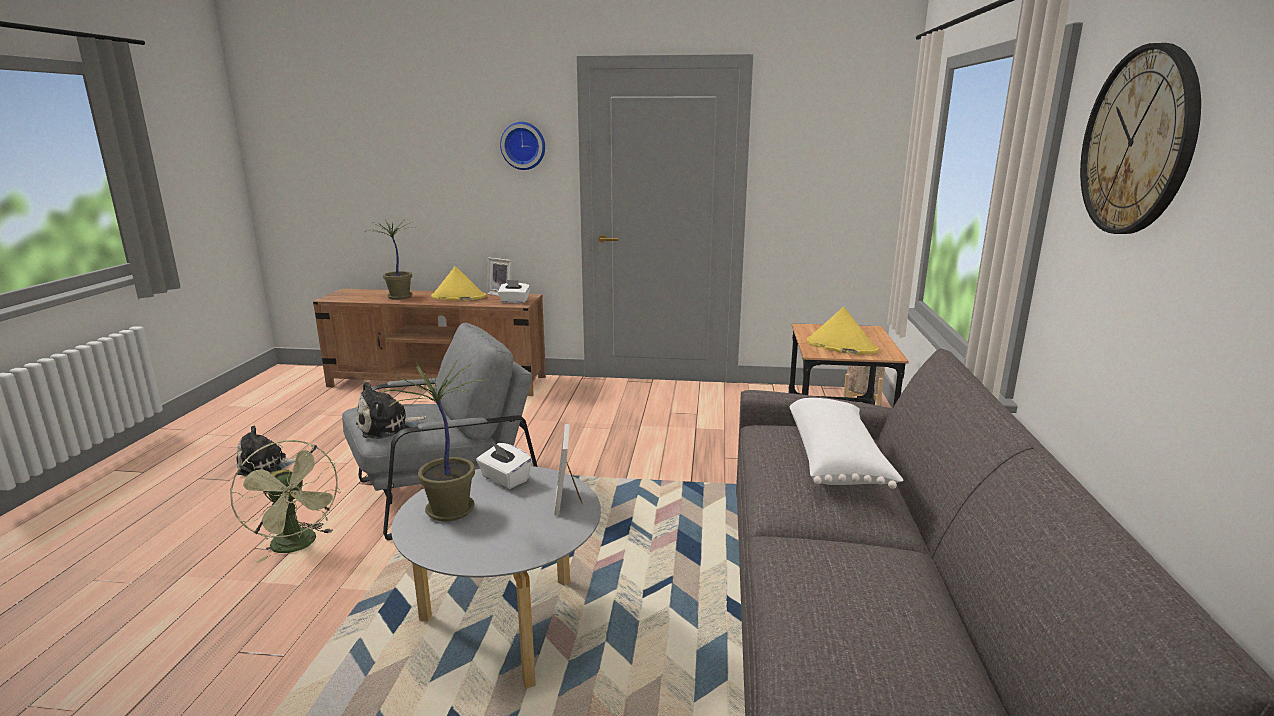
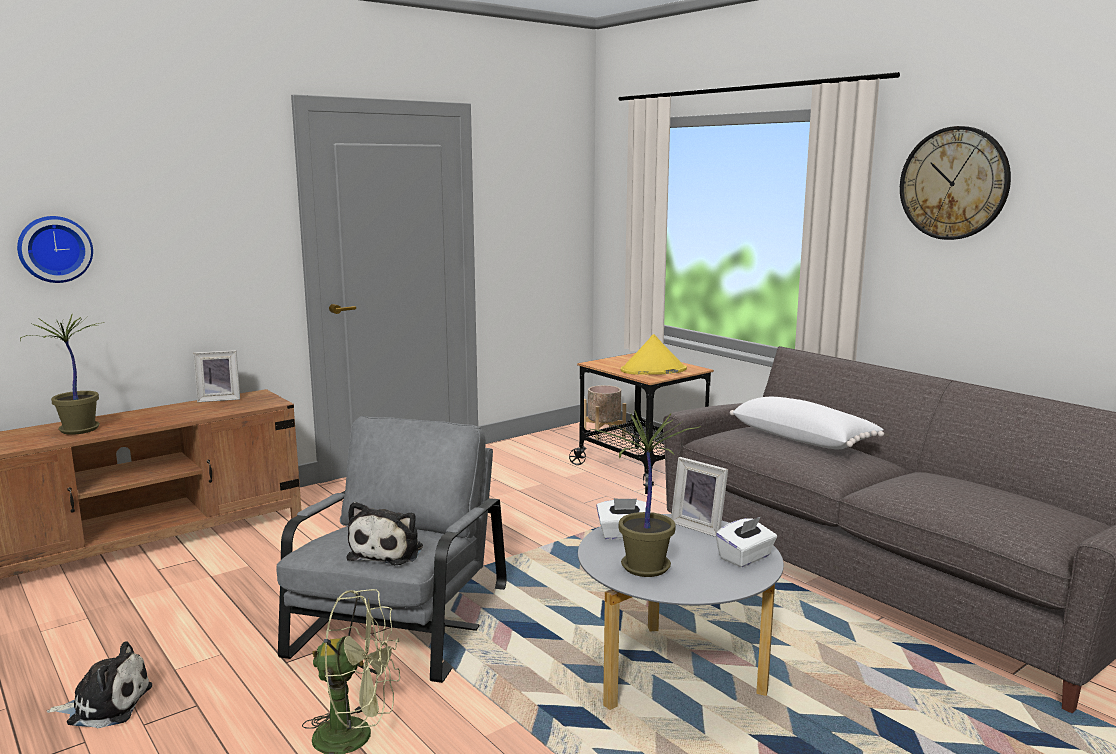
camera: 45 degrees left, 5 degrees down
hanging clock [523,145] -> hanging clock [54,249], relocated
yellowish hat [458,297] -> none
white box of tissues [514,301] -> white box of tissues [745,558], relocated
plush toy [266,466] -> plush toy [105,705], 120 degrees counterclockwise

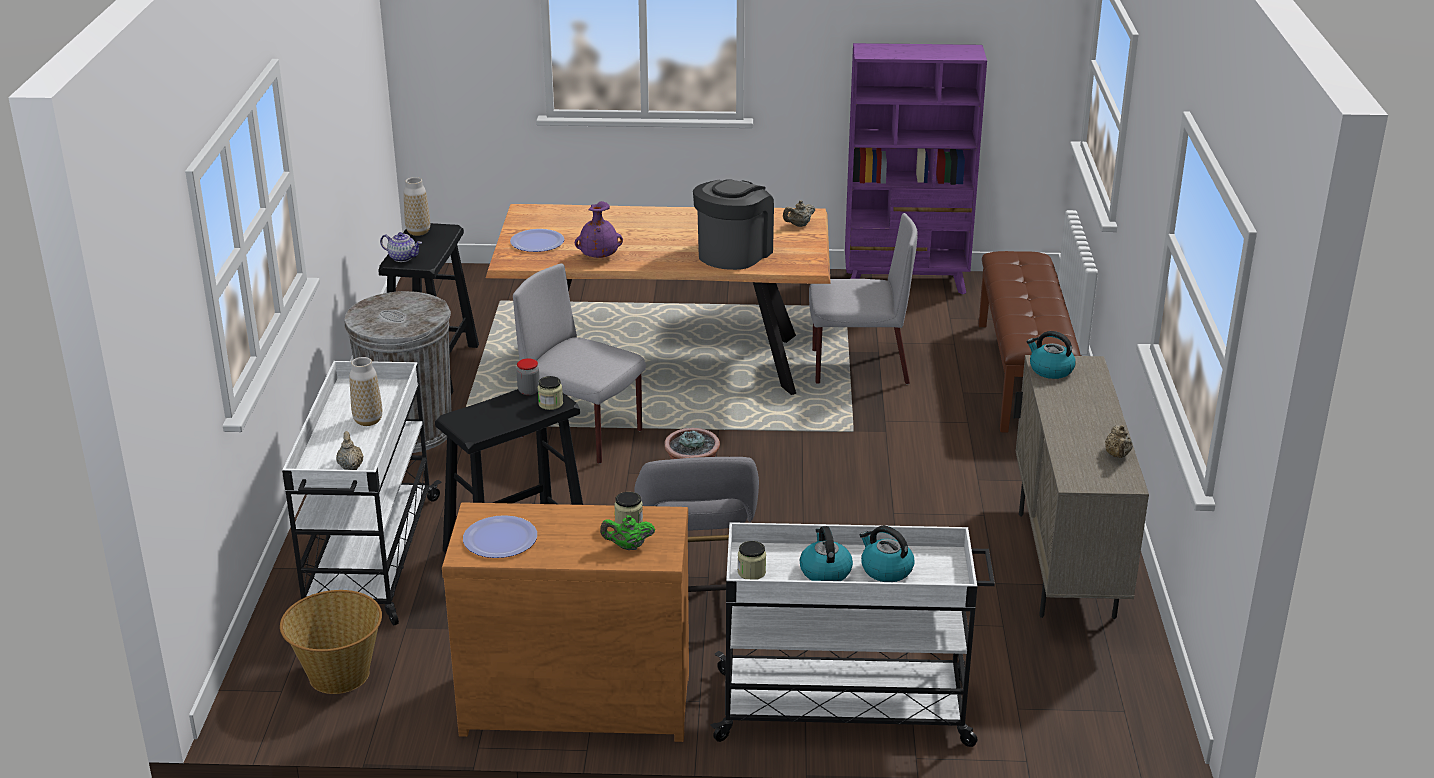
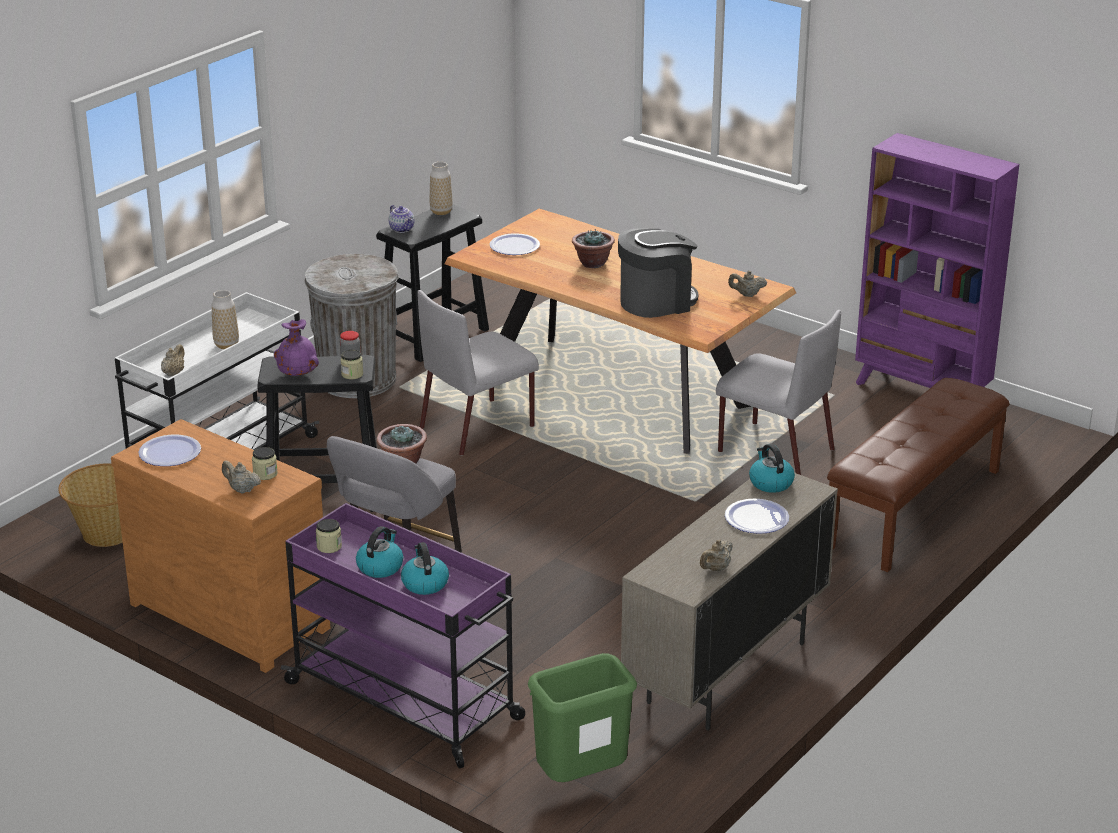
camera: 35 degrees right, 0 degrees up
purple flower vase [599,257] -> purple flower vase [298,374], relocated
grey upright chair [583,434] -> grey upright chair [478,426], 105 degrees counterclockwise
greenish teapot [628,547] -> beige teapot [241,490]
white wheeled cart [846,708] -> purple wheeled cart [406,702]
none -> potted plant [592,263]
none -> dinner plate [756,518]
none -> greenish trash can [581,779]

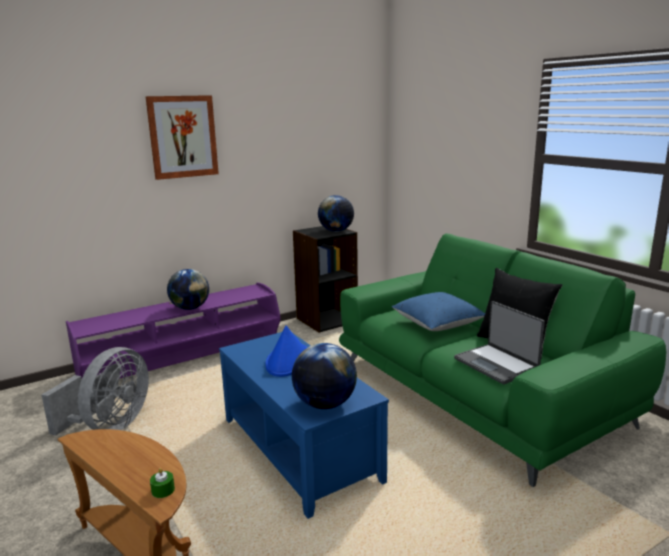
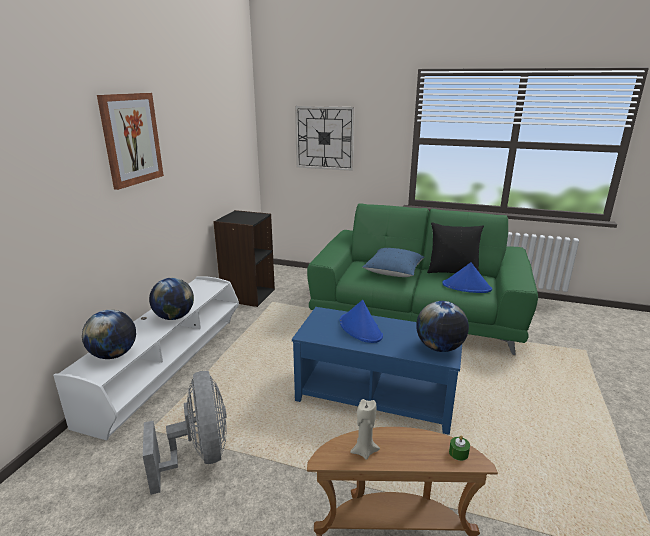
camera: 40 degrees left, 5 degrees up
globe [336,231] -> globe [114,355], relocated
purple tv unit [184,357] -> white tv unit [169,367]
portable computer [497,364] -> blue hat [467,287]
none -> hanging clock [324,138]
none -> beige wax light [364,451]

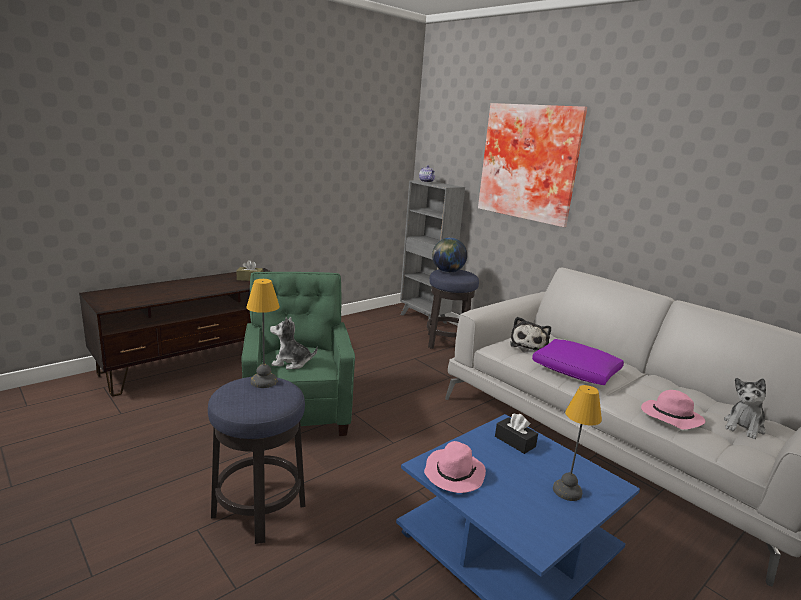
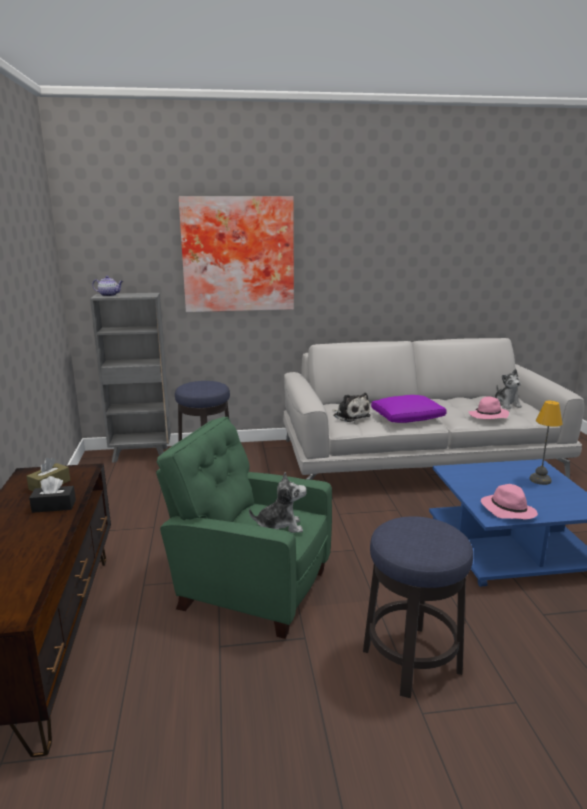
camera: 55 degrees left, 0 degrees up
globe [447,271] -> none
lamp for a table [263,381] -> none
plush toy [291,363] -> plush toy [280,527], 135 degrees counterclockwise
blackish box of tissues [515,441] -> blackish box of tissues [54,506], relocated

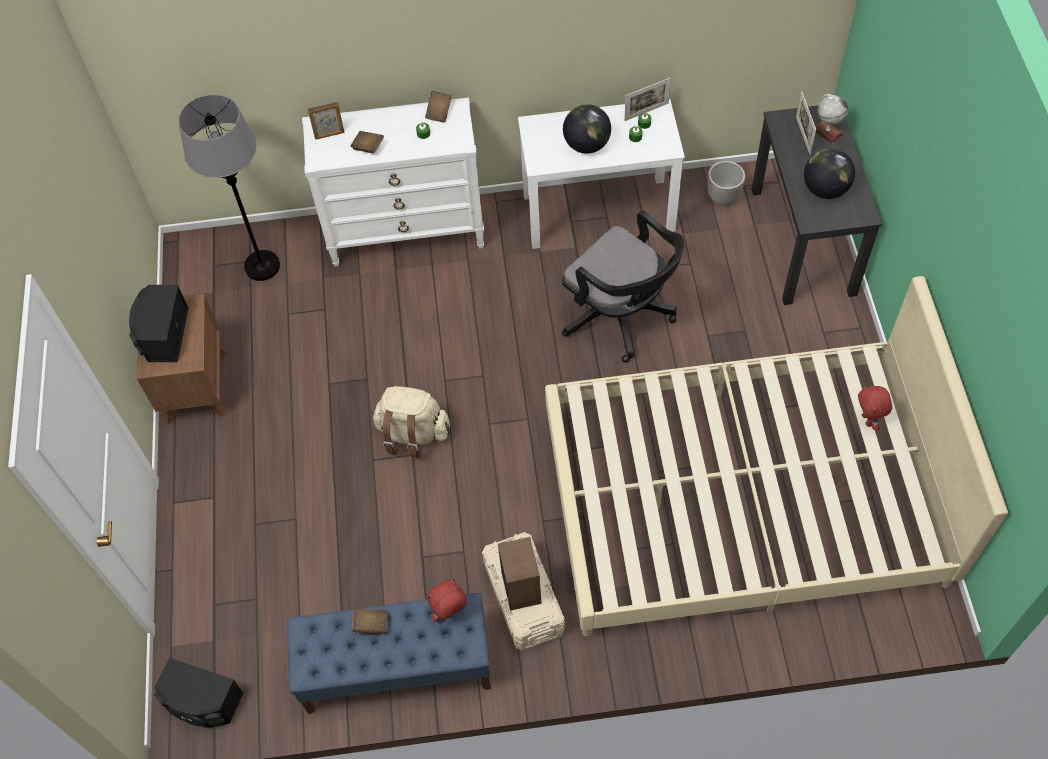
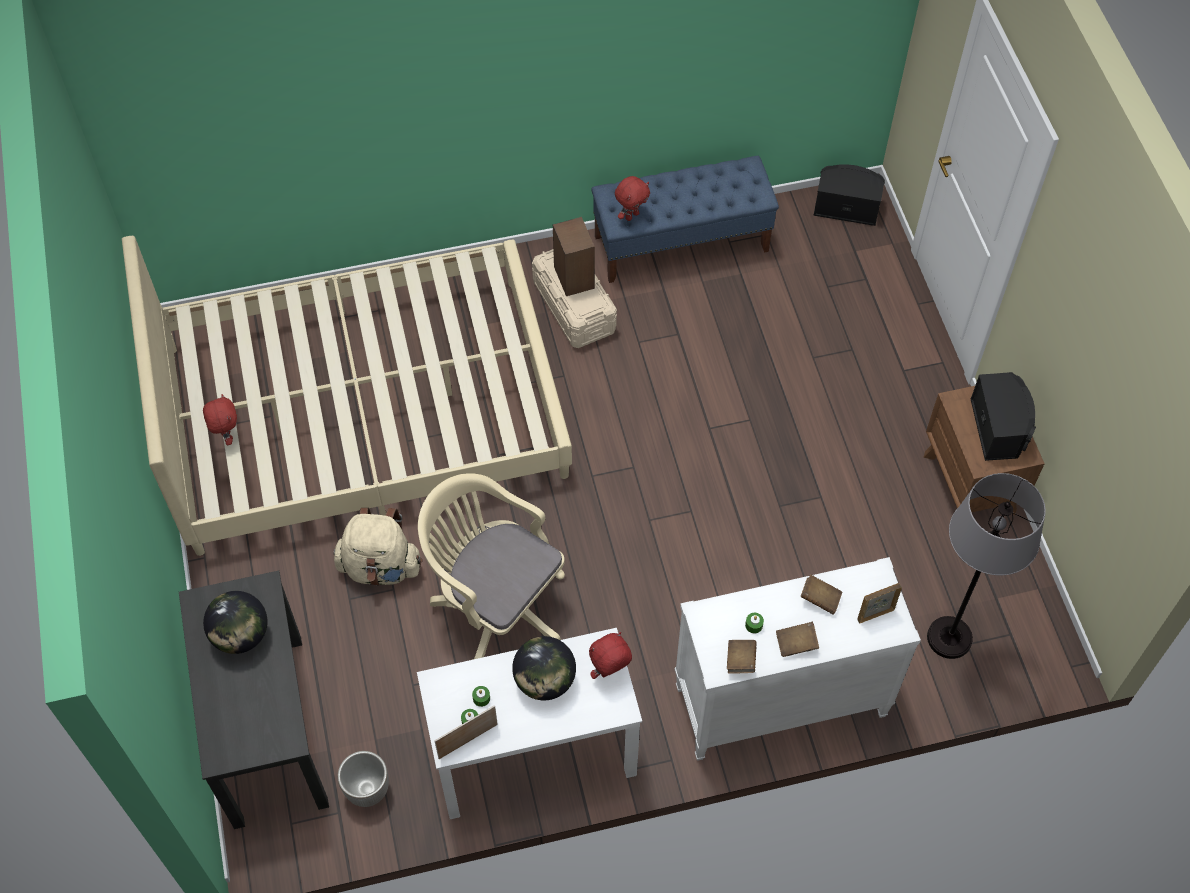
camera: 170 degrees right, 0 degrees up
photo frame [803,135] -> none
globe [827,131] -> none
blackish desk chair [621,317] -> beige desk chair [495,604]
beige rucksack [412,433] -> beige rucksack [380,567], relocated
brownish bound book [371,624] -> brownish bound book [796,644], relocated
none -> reddish plush toy [609,672]

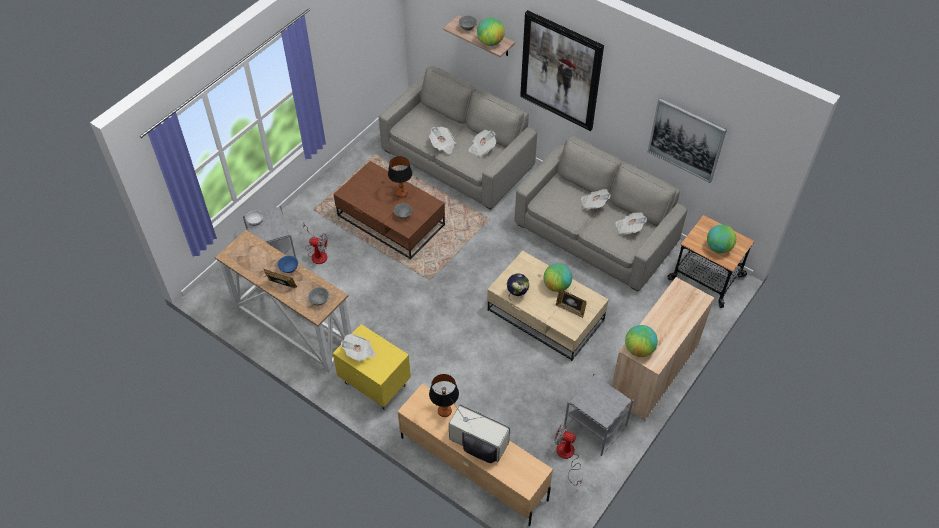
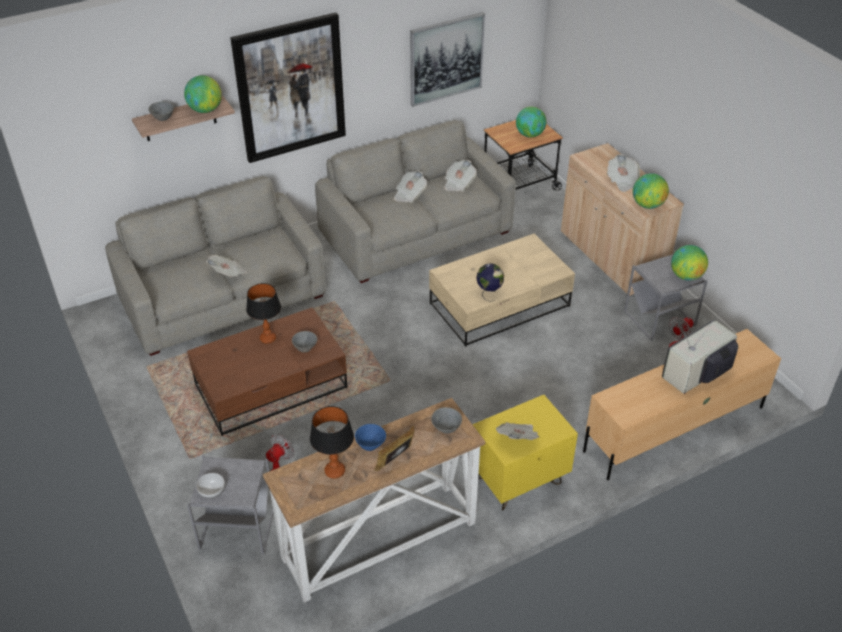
camera: 65 degrees left, 10 degrees down
daily paper [482,148] -> daily paper [622,181], relocated
globe [556,286] -> globe [686,276], relocated
photo frame [570,309] -> none
lamp for a table [444,411] -> lamp for a table [334,471], relocated

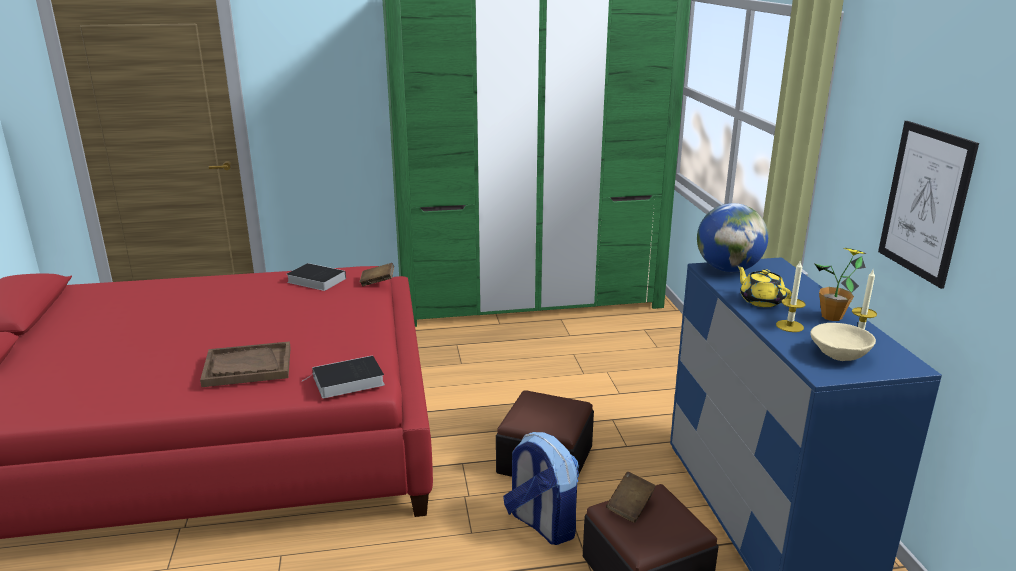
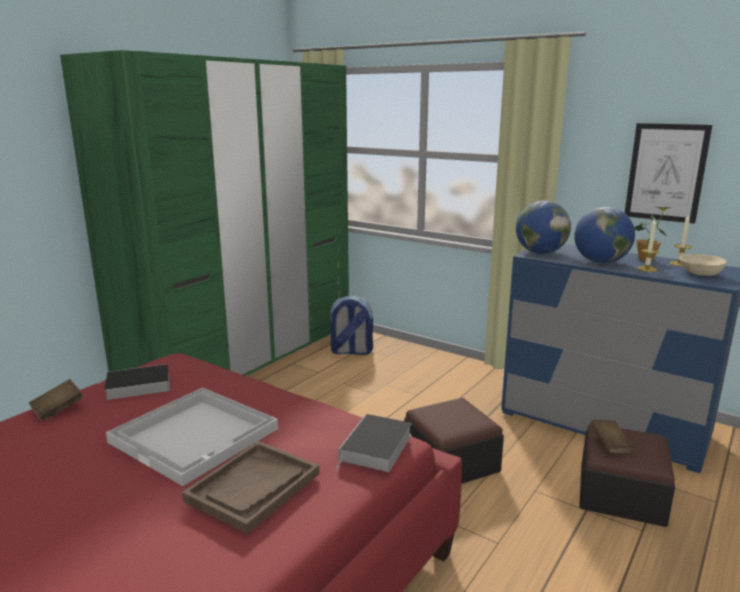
camera: 45 degrees left, 5 degrees down
brownish bound book [377,282] -> brownish bound book [58,410], relocated
yellowish teapot [760,301] -> globe [600,262]
rucksack [541,524] -> rucksack [350,351], relocated
none -> white serving tray [196,435]

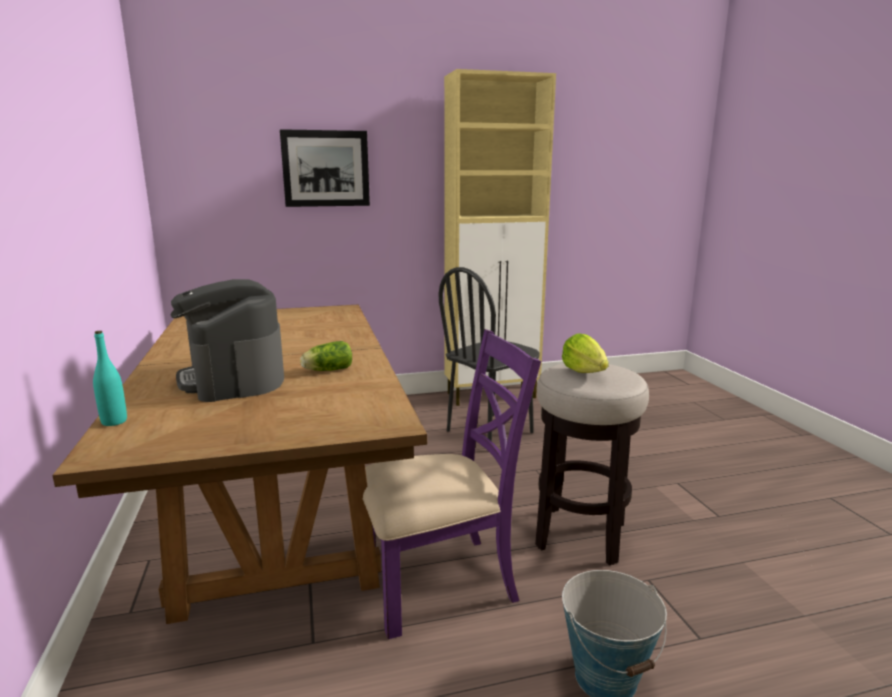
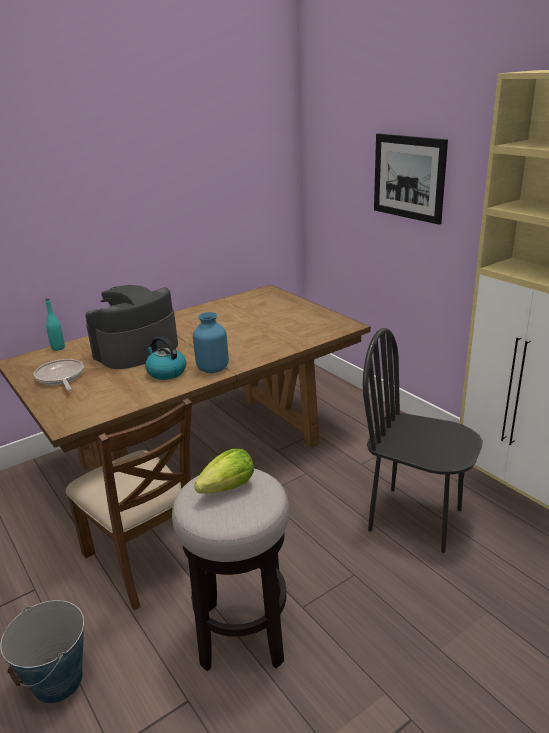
camera: 70 degrees right, 10 degrees up
purple upright chair [440,581] -> brownish upright chair [145,559]
lettuce head [326,370] -> water kettle [166,372]
none -> blue flower vase [212,369]
none -> pan [60,377]

